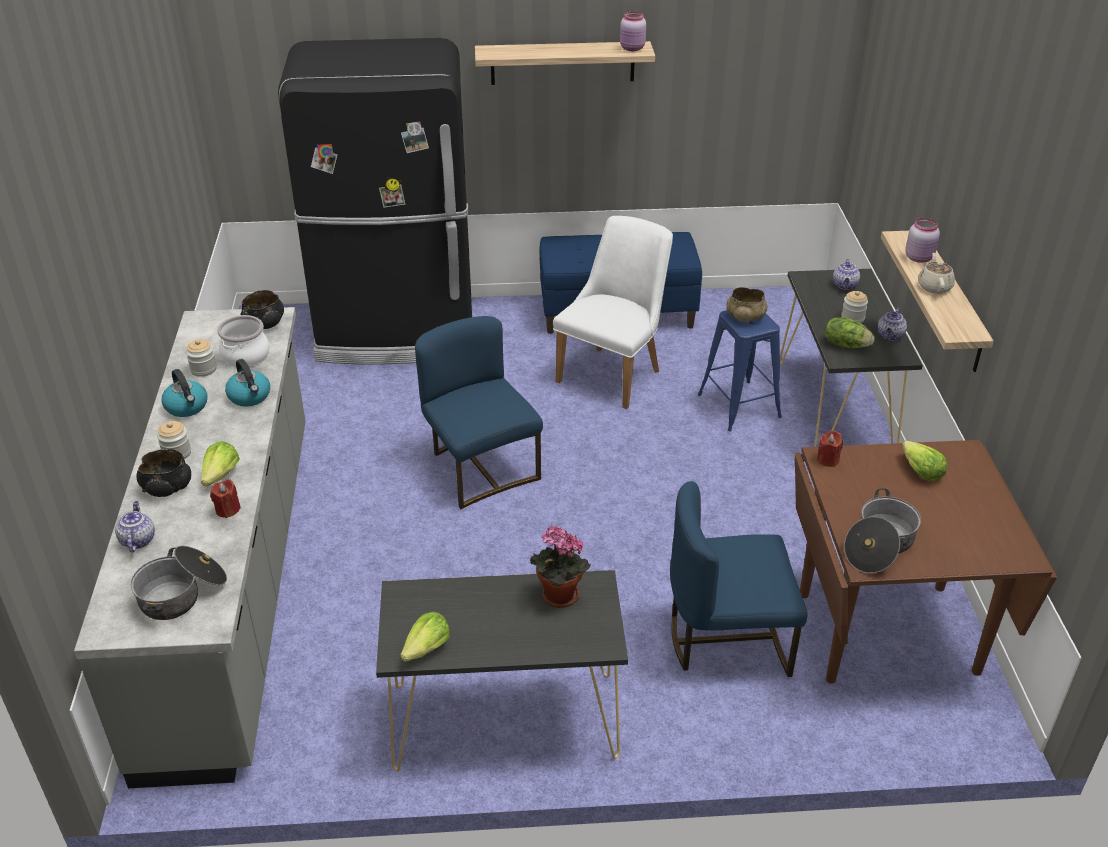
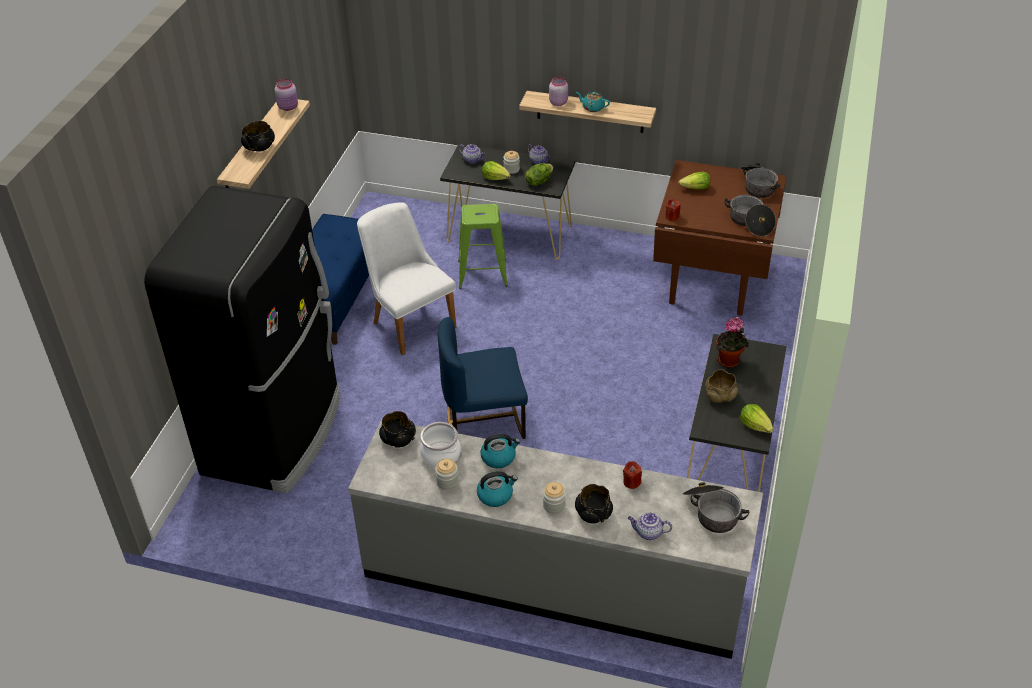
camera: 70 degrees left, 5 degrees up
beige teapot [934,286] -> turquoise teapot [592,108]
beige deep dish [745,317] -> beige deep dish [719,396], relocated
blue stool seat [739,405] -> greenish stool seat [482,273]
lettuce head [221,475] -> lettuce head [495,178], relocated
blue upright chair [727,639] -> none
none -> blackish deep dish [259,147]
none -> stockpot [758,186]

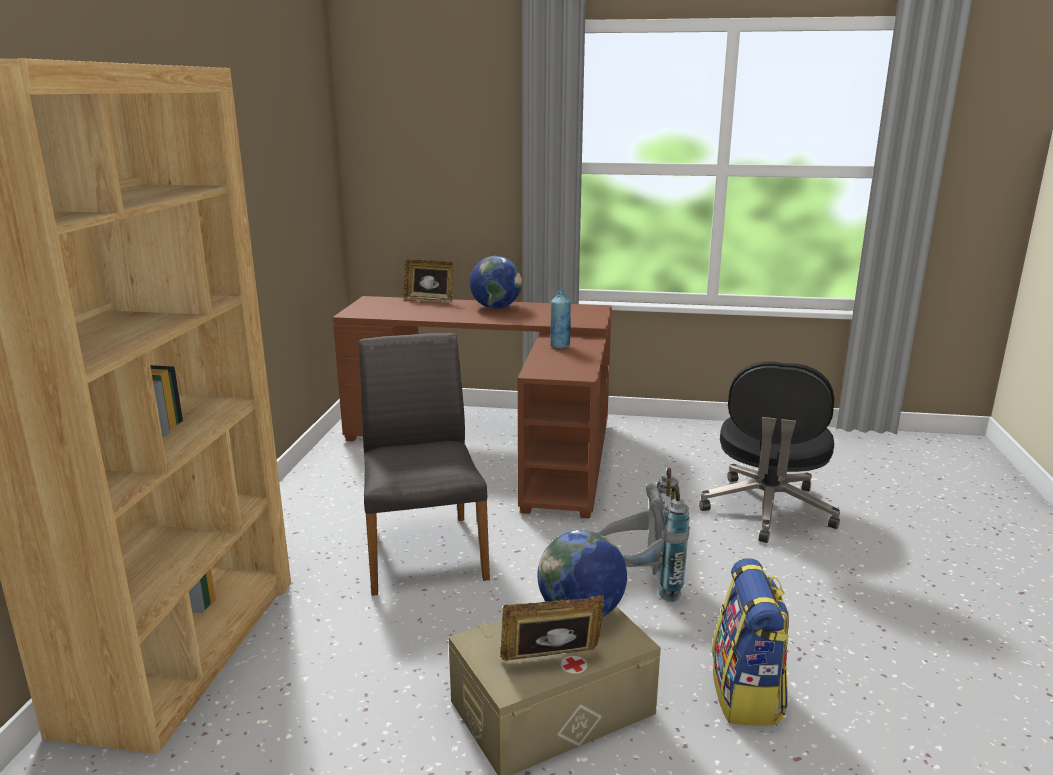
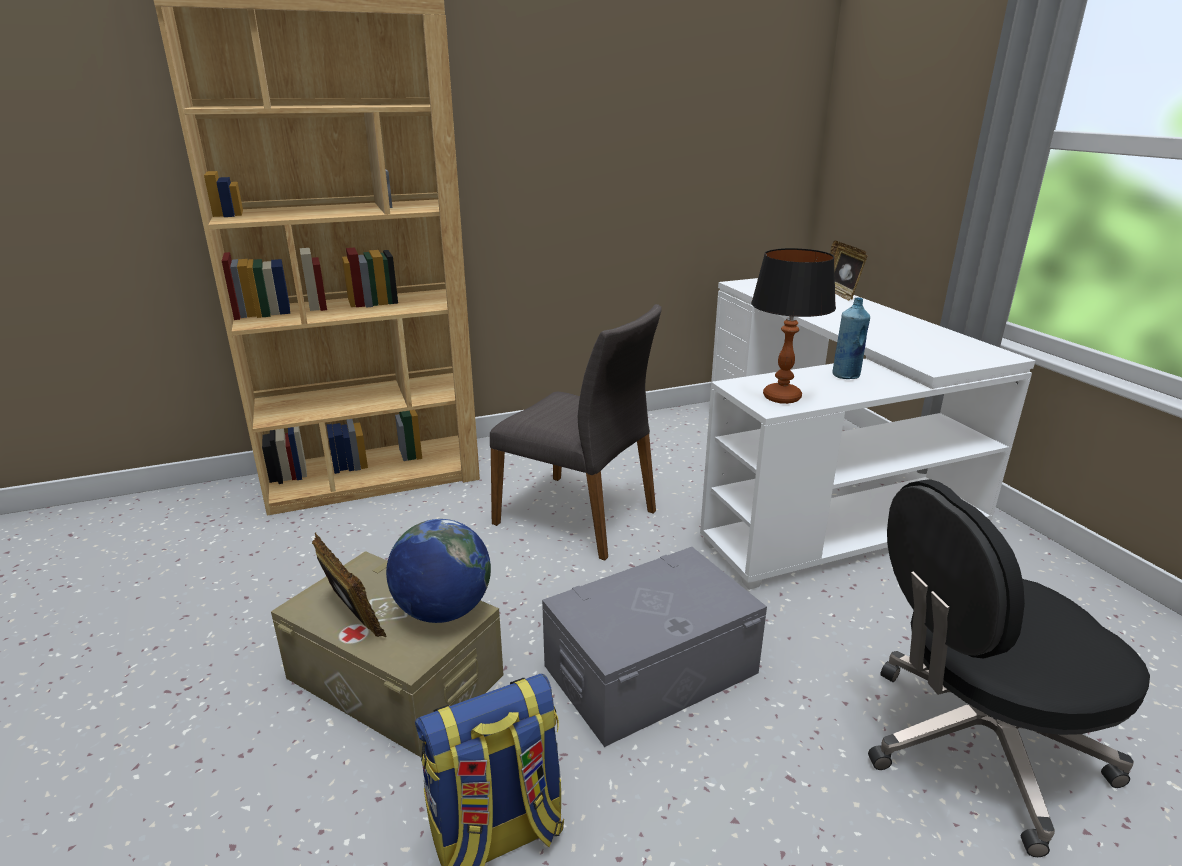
camera: 60 degrees right, 5 degrees up
globe [496,307] -> none
brownish desk table [499,445] -> white desk table [821,481]
grey upright chair [423,551] -> grey upright chair [578,516], 75 degrees clockwise
grey rucksack [638,584] -> grey storage box [650,669]
none -> lamp for a table [781,397]

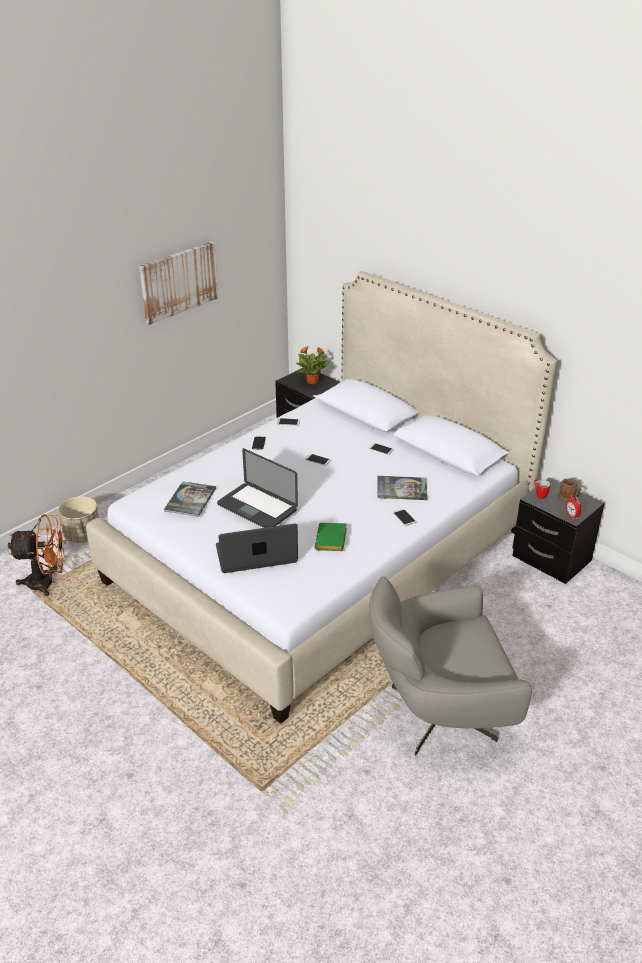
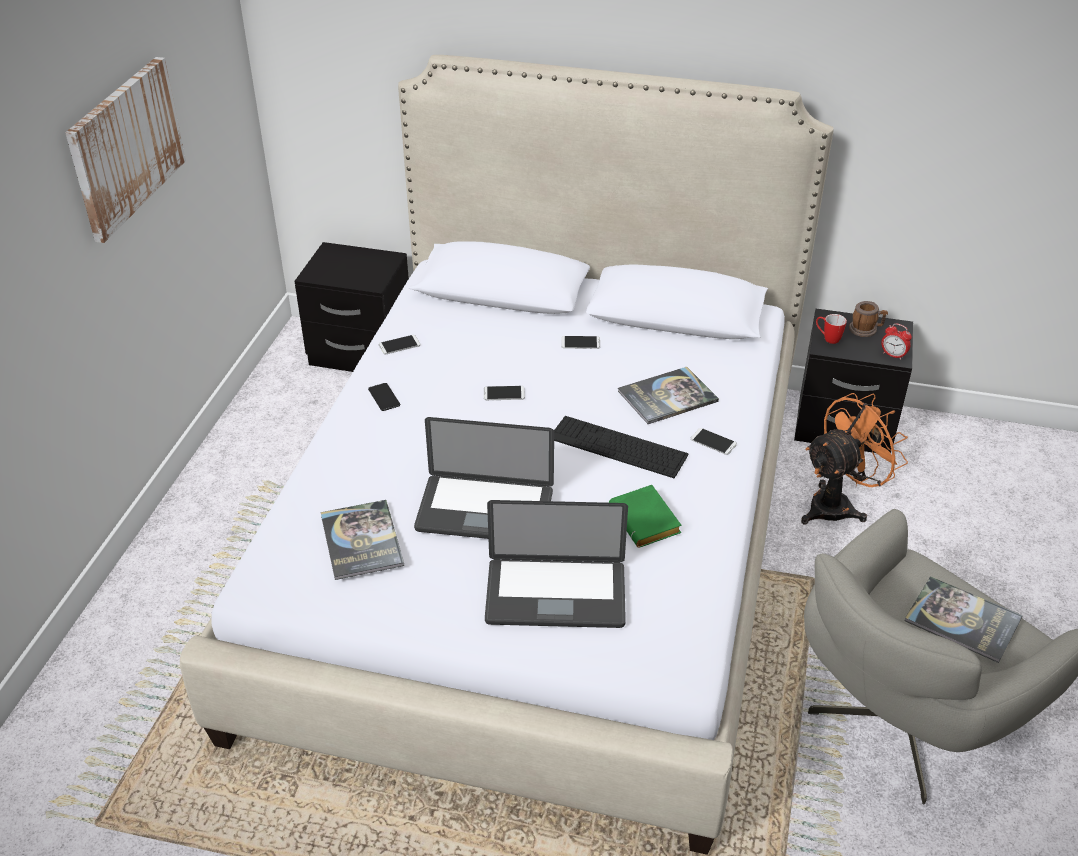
camera: 30 degrees left, 5 degrees up
potted plant [313,382] -> none
beige planter [83,535] -> none
orangey cooling fan [47,583] -> orangey cooling fan [838,504], relocated
portable computer [256,555] -> portable computer [555,595], 135 degrees counterclockwise
none -> computer keyboard [618,447]
none -> bound book [962,620]

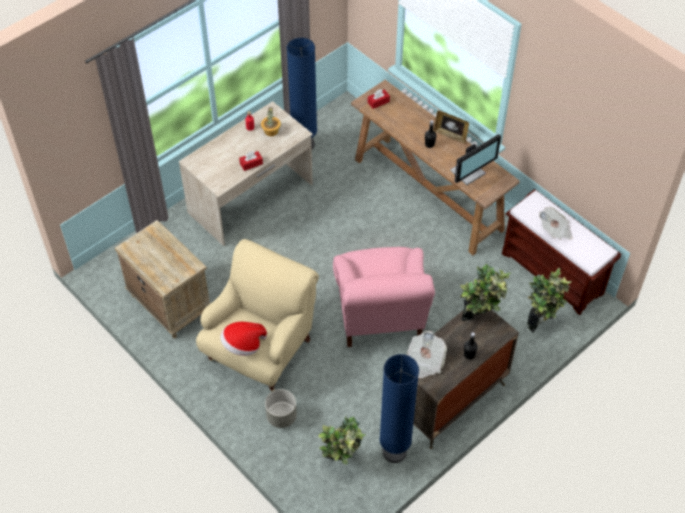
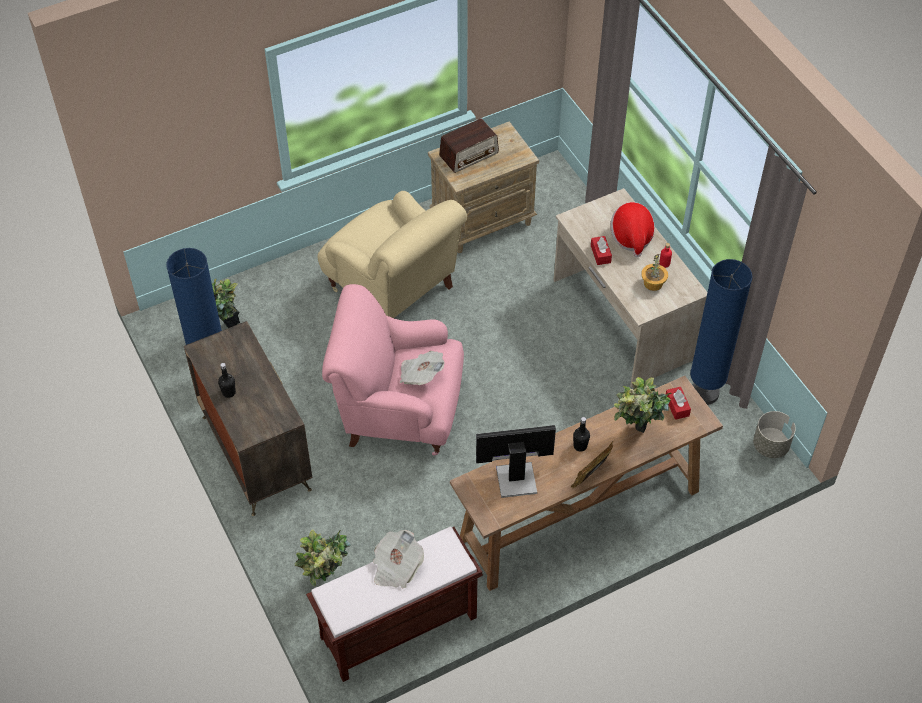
camera: 105 degrees right, 0 degrees up
computer display [469,172] -> computer display [515,478], 105 degrees clockwise
potted plant [479,319] -> potted plant [634,439], relocated
hat [243,345] -> hat [631,237], relocated
daily paper [425,361] -> daily paper [421,375], relocated
grey planter [281,416] -> grey planter [770,446], relocated
none -> radio [469,154]

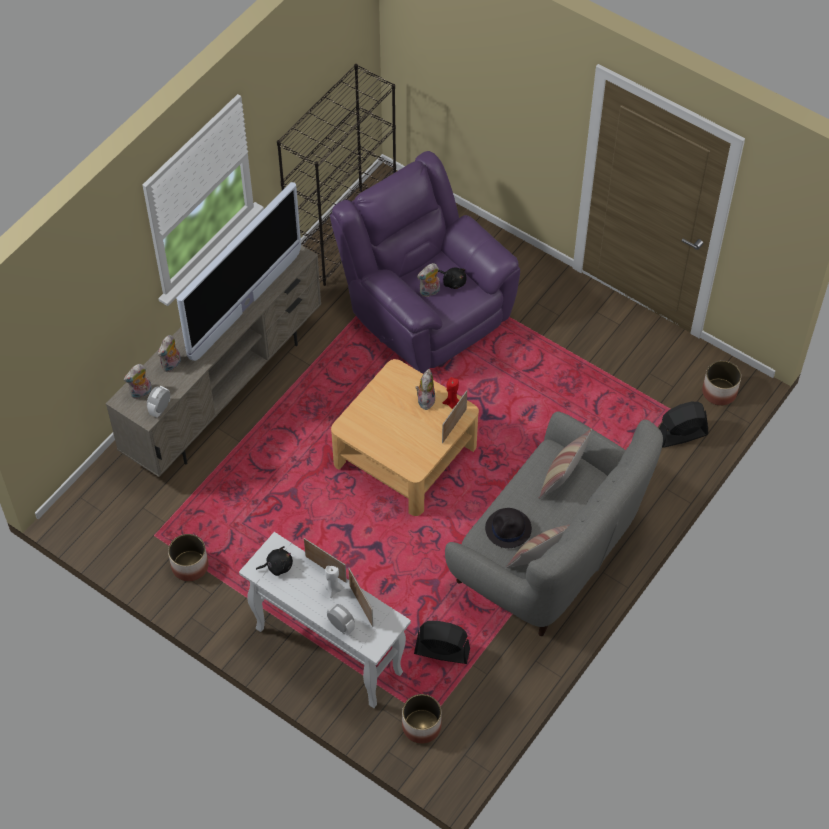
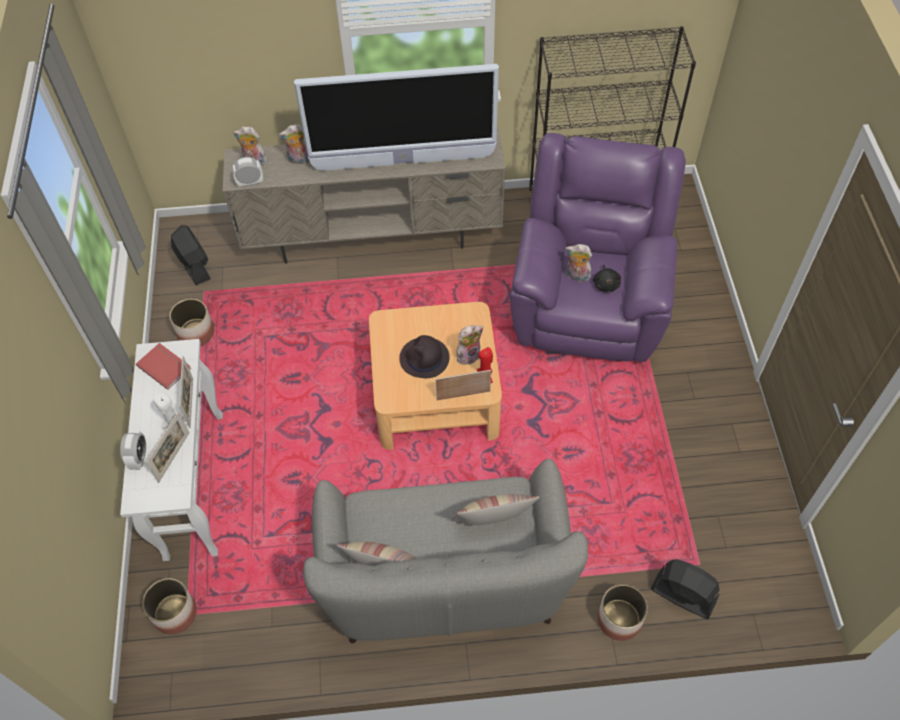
camera: 50 degrees right, 0 degrees up
planter [719,392] -> planter [619,619], relocated
blackish hat [508,529] -> blackish hat [424,359], relocated
blackish plush toy [277,566] -> reddish bound book [165,366]
blackish cooling fan [441,651] -> blackish cooling fan [194,265], relocated

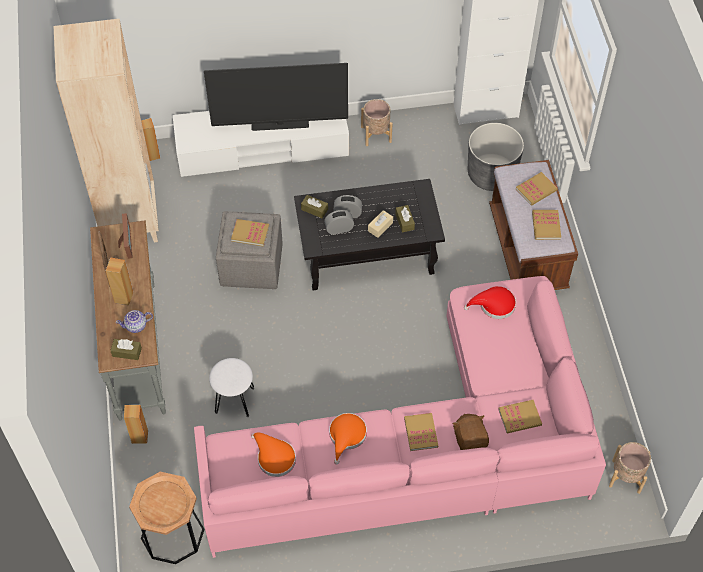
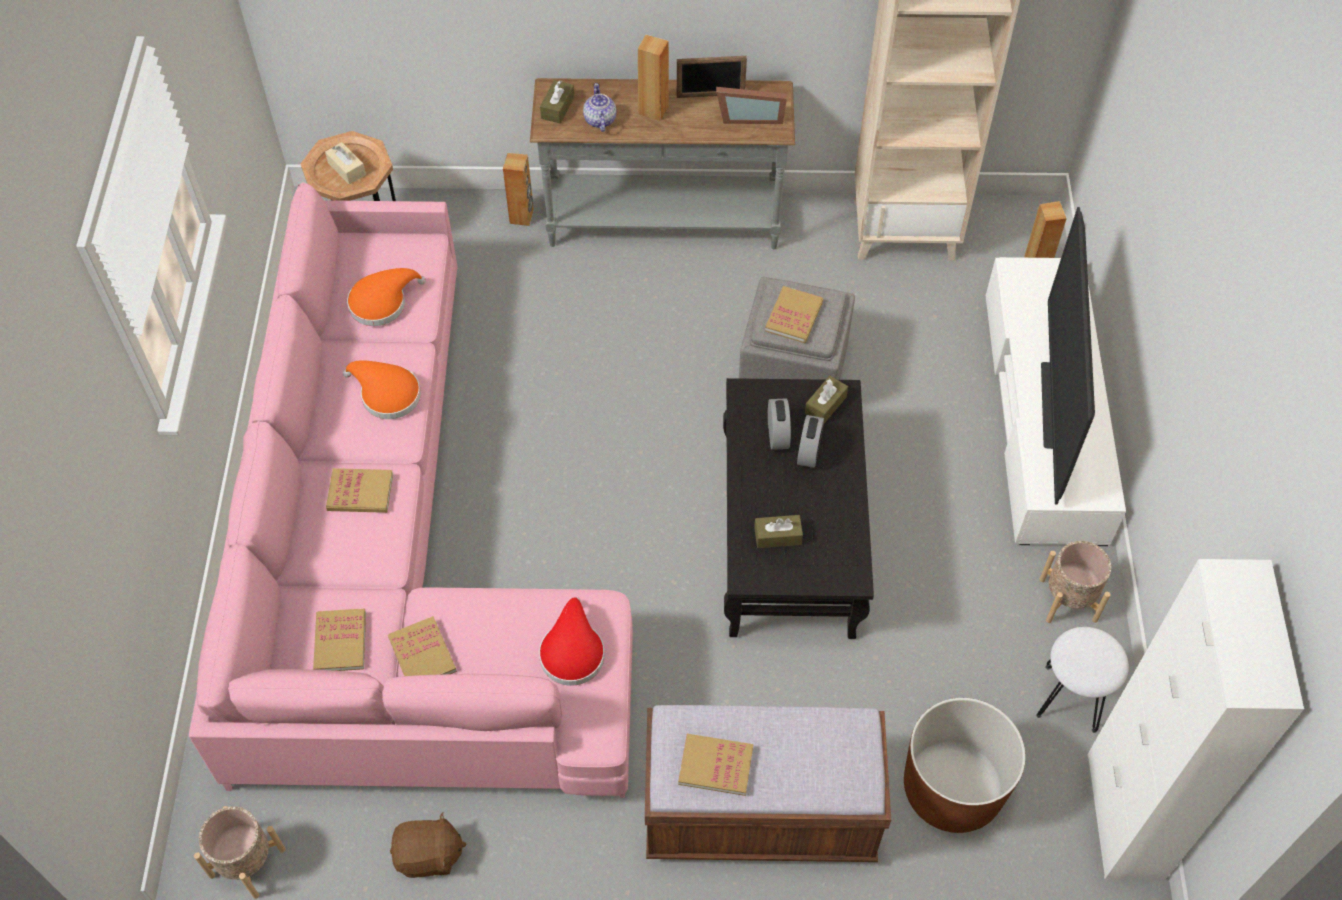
camera: 100 degrees right, 0 degrees up
grey planter [491,174] -> brownish planter [952,788]
bound book [536,190] -> bound book [422,654], relocated
beige box of tissues [380,227] -> beige box of tissues [347,169], relocated
white stool seat [234,400] -> white stool seat [1070,697], relocated
brownish plush toy [470,439] -> brownish plush toy [429,856], relocated

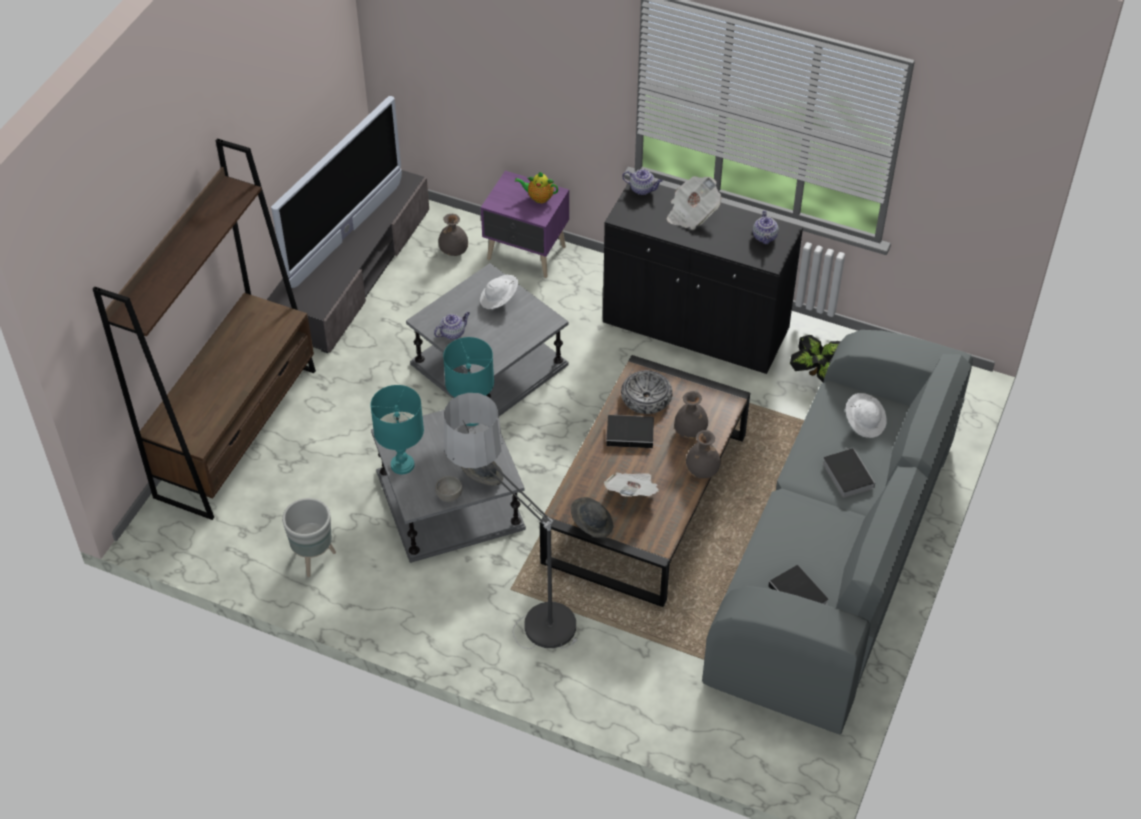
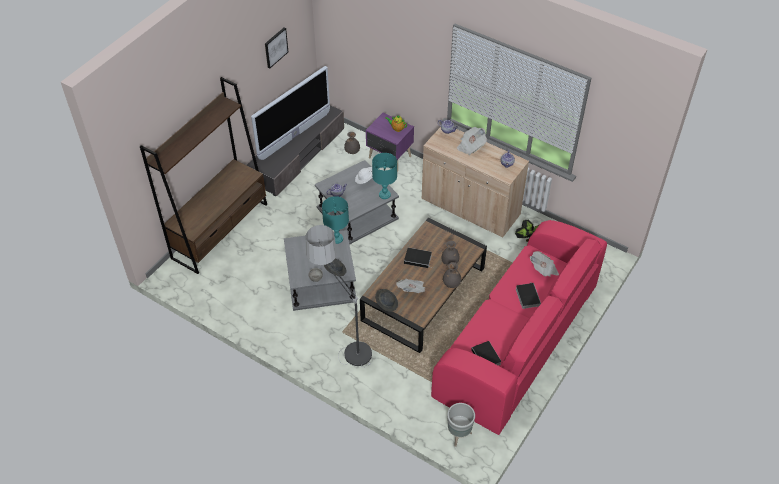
camera: 10 degrees right, 0 degrees up
blackish cabinet [695,327] -> beige cabinet [470,207]
grey sofa [834,561] -> pink-coloured sofa [517,342]
deep dish [646,397] -> none
turquoise lamp for a table [403,465] -> turquoise lamp for a table [385,195], relocated
white hat [864,422] -> daily paper [543,270]
grey planter [313,559] -> grey planter [458,435], relocated
none -> picture [275,47]

